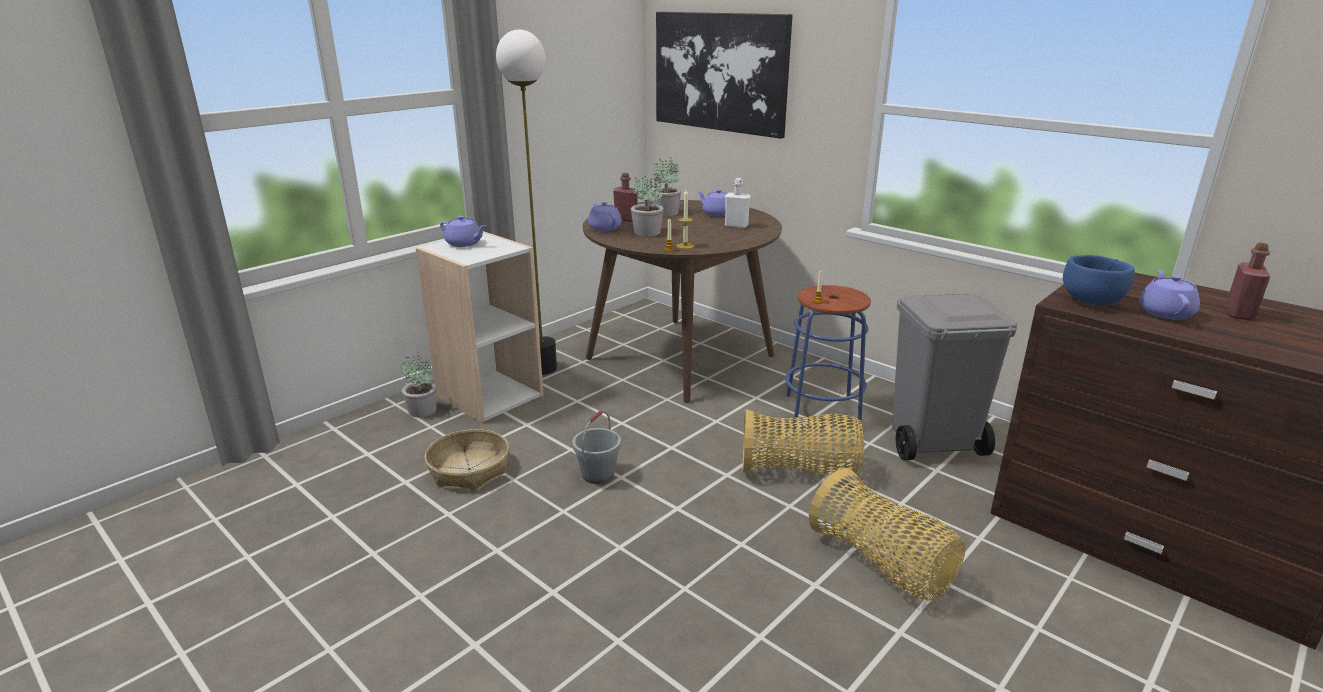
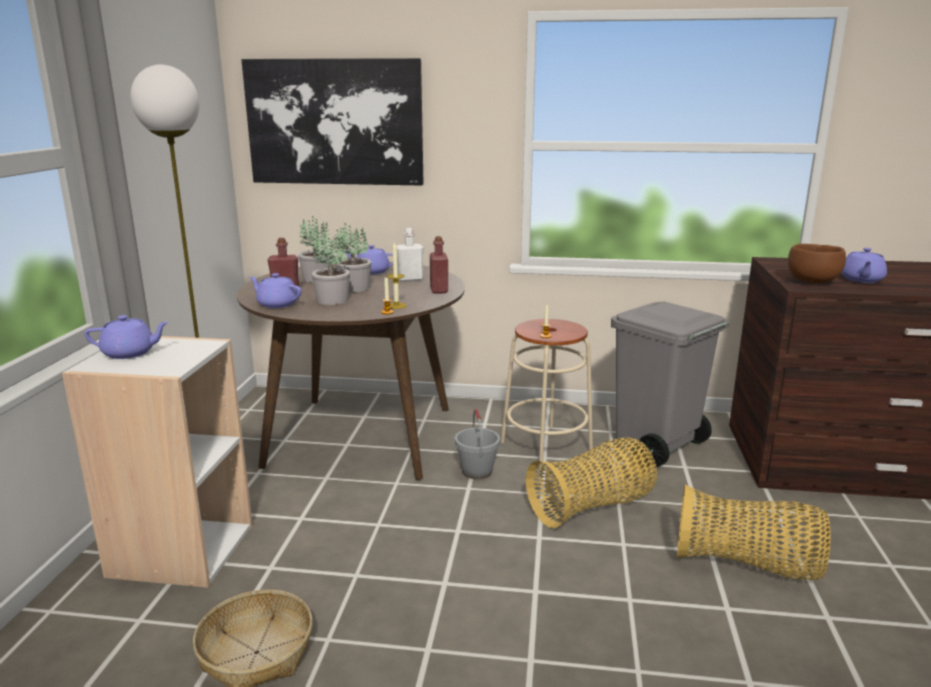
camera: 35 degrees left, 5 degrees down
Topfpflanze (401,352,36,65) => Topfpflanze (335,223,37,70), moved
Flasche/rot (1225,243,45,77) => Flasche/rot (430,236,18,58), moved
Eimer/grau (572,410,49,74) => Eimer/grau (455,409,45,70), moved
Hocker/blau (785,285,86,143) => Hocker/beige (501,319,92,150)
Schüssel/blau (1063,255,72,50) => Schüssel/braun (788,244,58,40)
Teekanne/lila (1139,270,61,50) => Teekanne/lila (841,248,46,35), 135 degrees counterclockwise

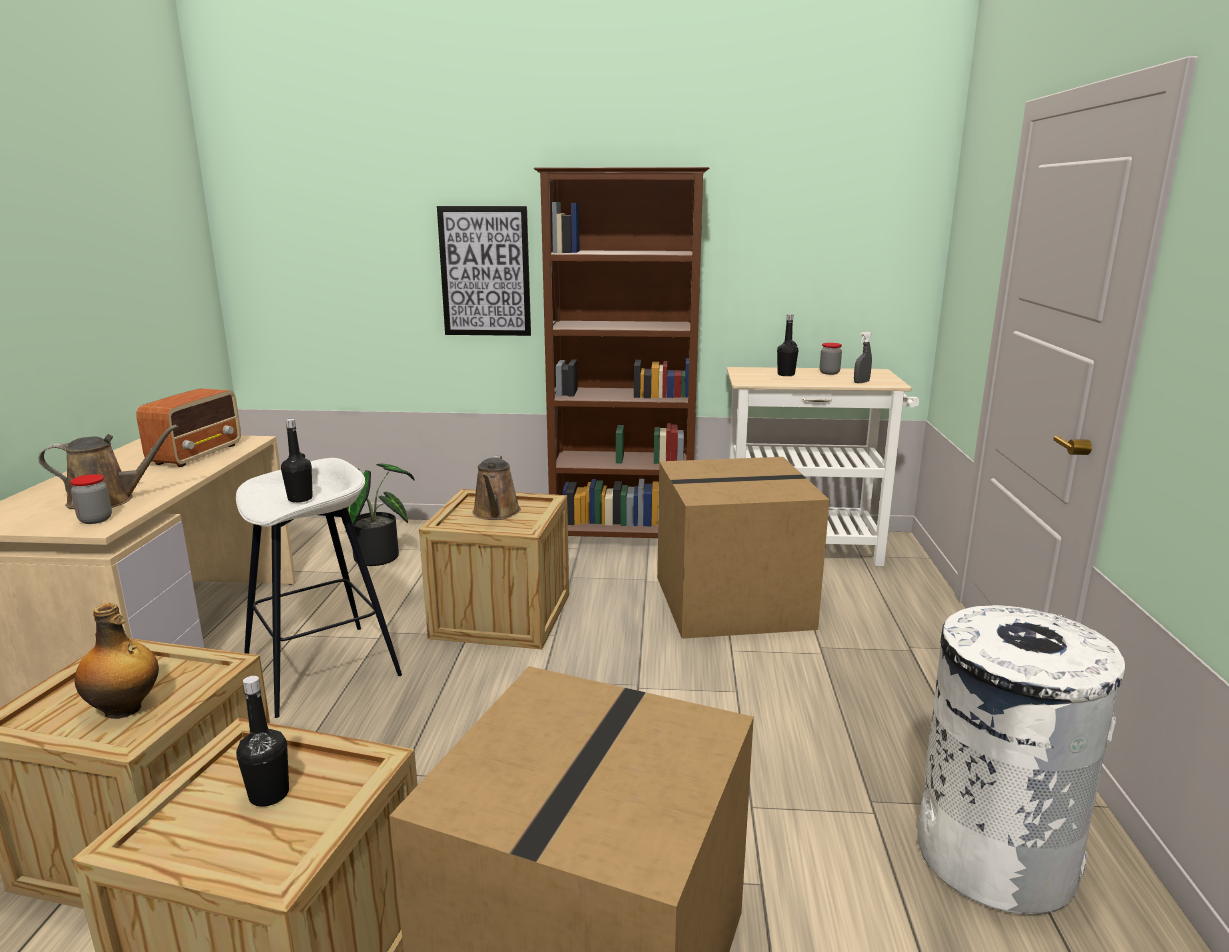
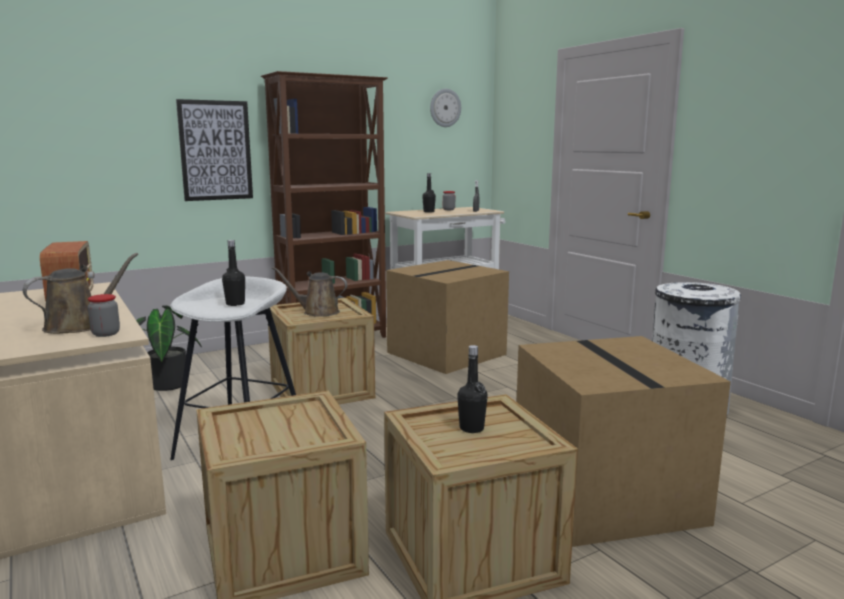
camera: 35 degrees left, 5 degrees down
Gießkanne/braun (473,456,48,64) => Gießkanne/braun (272,267,75,50), 135 degrees clockwise
nothing => Wanduhr (430,89,31,38)
Flasche (75,603,84,116) => nothing

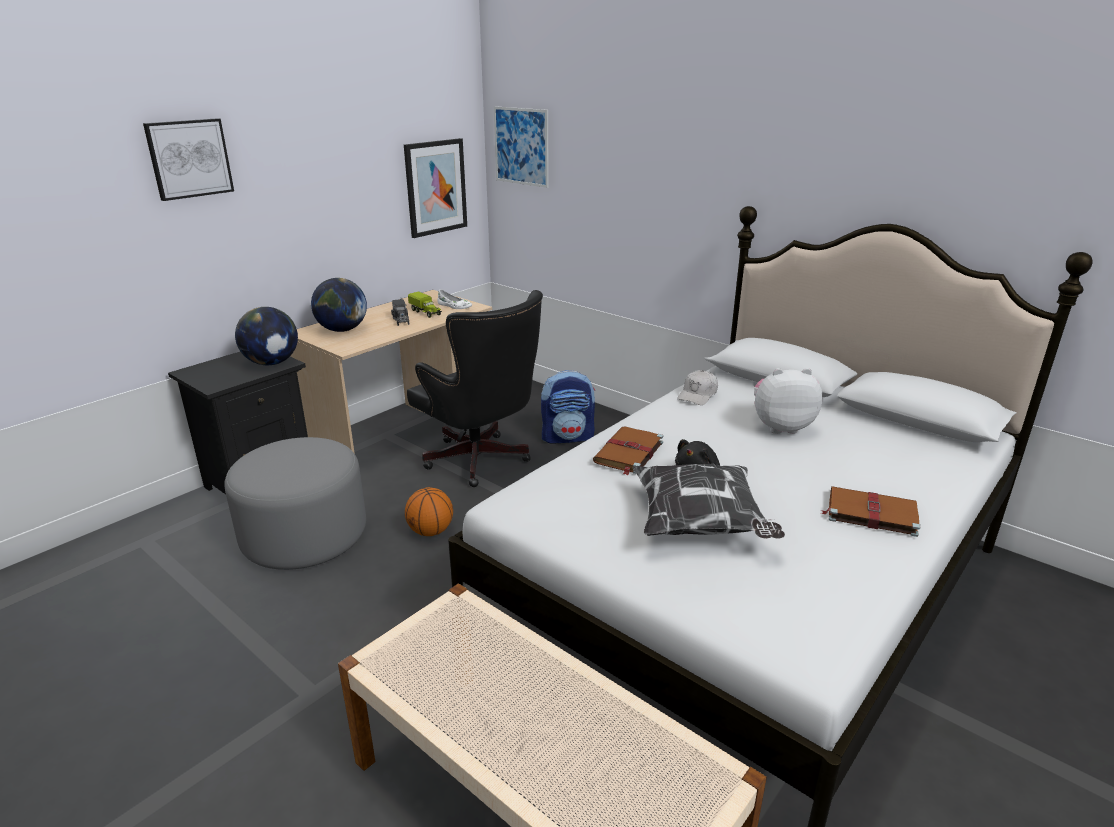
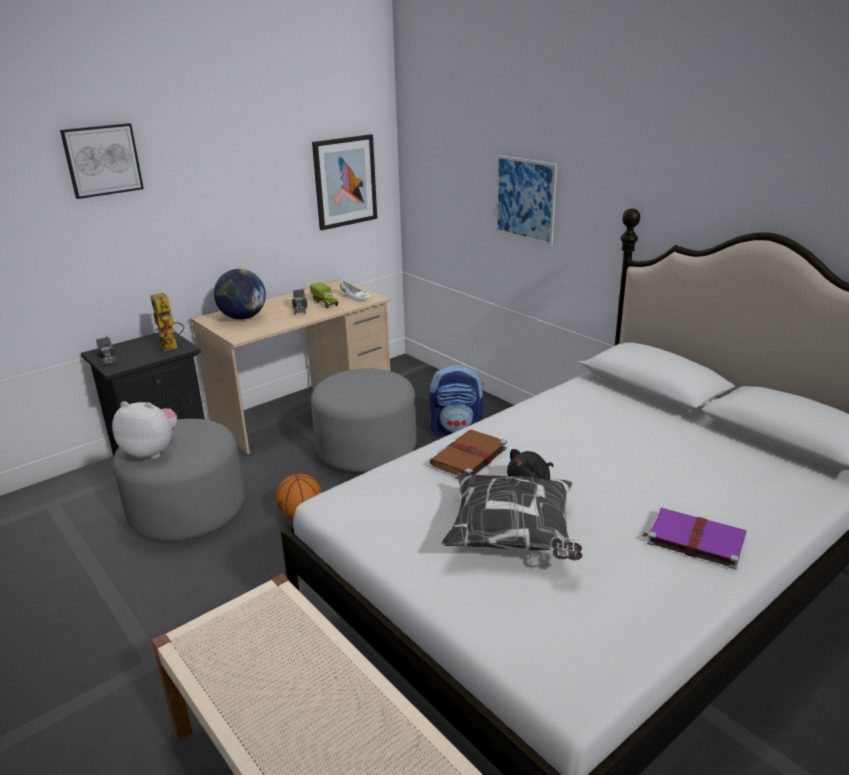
camera: 10 degrees right, 0 degrees up
nothing => Spielzeuglaster (96,335,21,33)
Plüschtier (754,368,69,66) => Plüschtier (112,401,65,58), moved
Globus (235,307,63,58) => Spielzeugroboter (151,293,33,58)
Bürostuhl/schwarz (407,290,136,197) => Polsterhocker/grau (311,368,105,104)
Bild (494,106,55,82) => Bild (495,155,62,91), moved
Buch/braun (821,486,100,51) => Buch/lila (641,508,105,61)
Kappe/weiß (677,370,41,35) => nothing

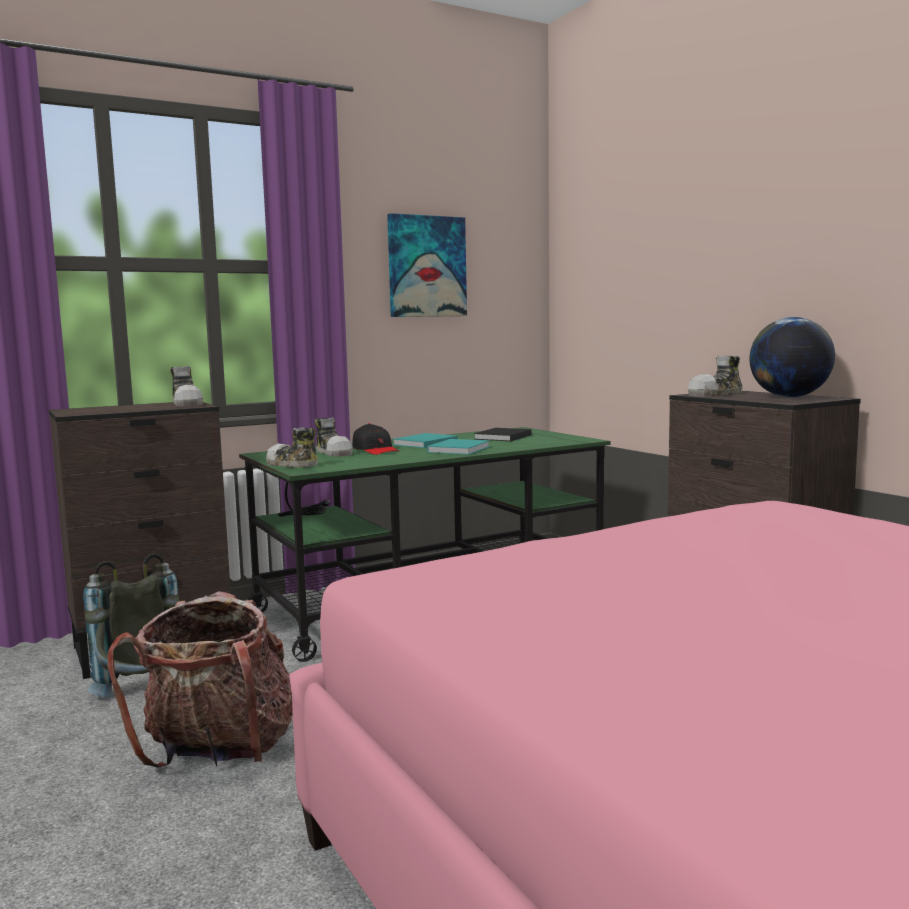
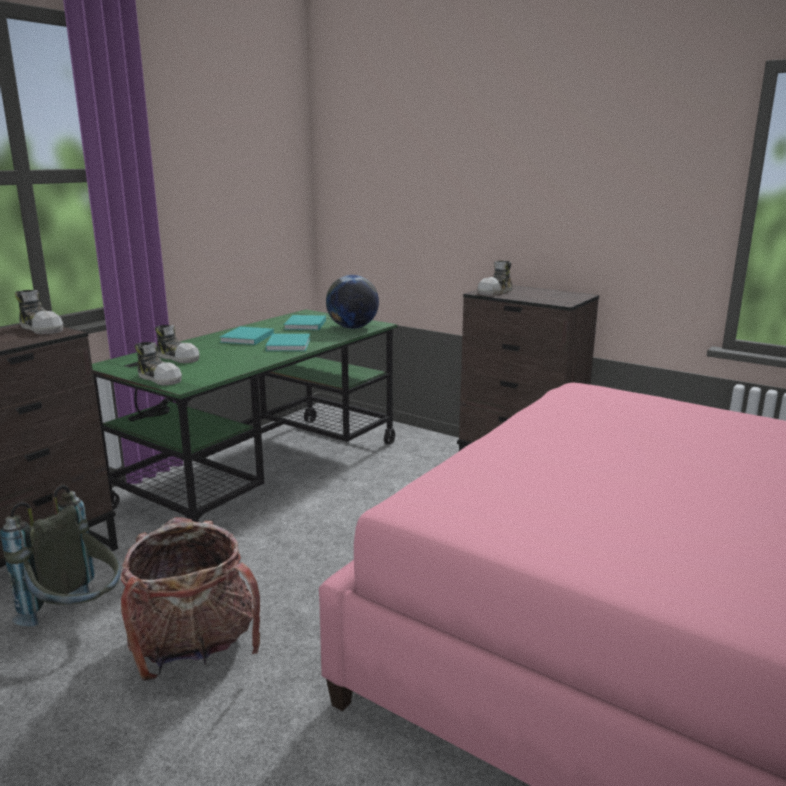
camera: 25 degrees left, 10 degrees up
Schuh (266,427,52,41) => Schuh (135,342,47,43), 150 degrees counterclockwise
Buch/schwarz (474,428,58,13) => Buch/türkis (283,315,43,15)
Globus (749,317,86,80) => Globus (326,275,53,54), moved
Kappe/schwarz (353,423,46,32) => nothing
Bild (387,213,80,104) => nothing

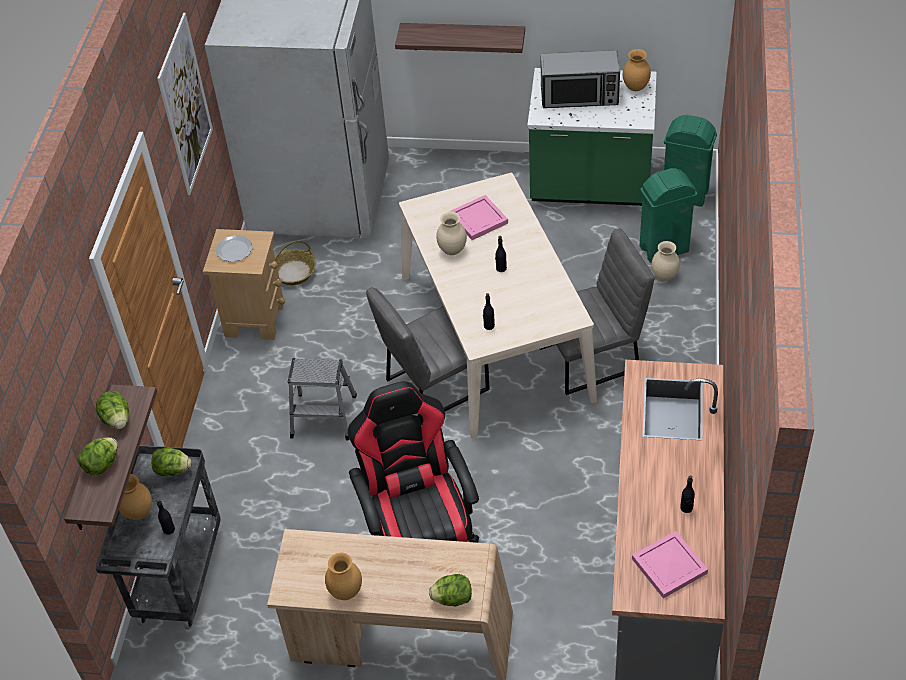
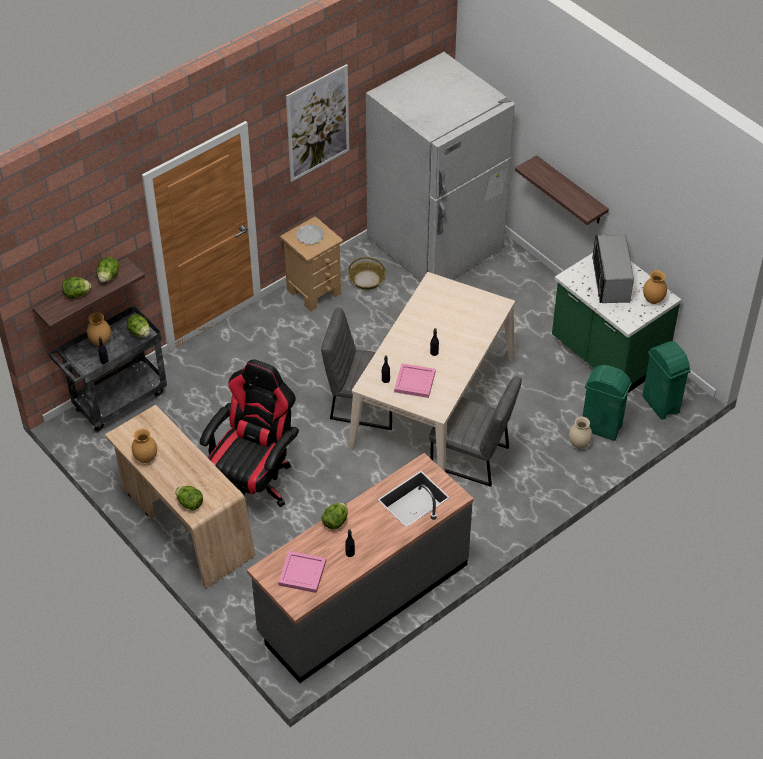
camera: 40 degrees right, 0 degrees up
nothing => Salatkopf (321,503,27,26)
Tablett/rosa (449,195,59,45) => Tablett/rosa (394,363,42,35), moved
Mikrowelle (540,50,80,58) => Mikrowelle (592,234,42,69), 45 degrees clockwise
Trittleiter/grau (288,358,69,82) => nothing
Vase/beige (436,212,31,43) => nothing

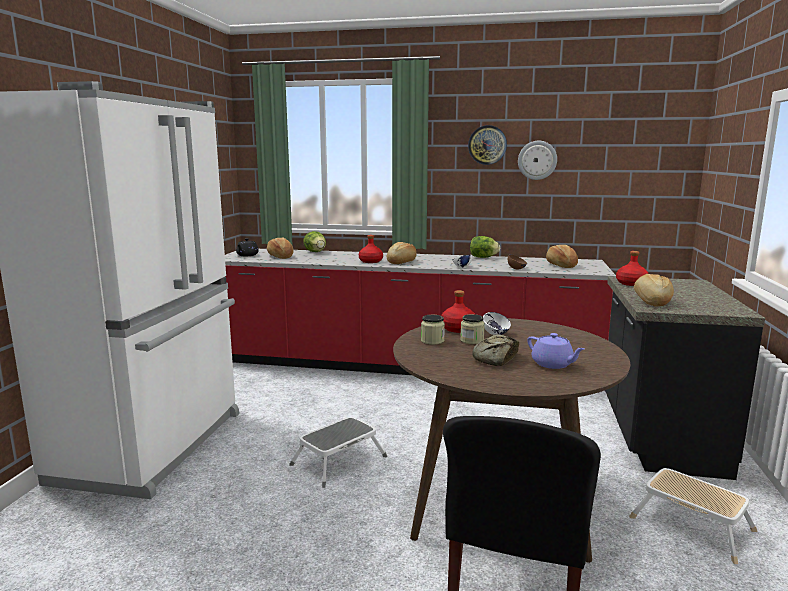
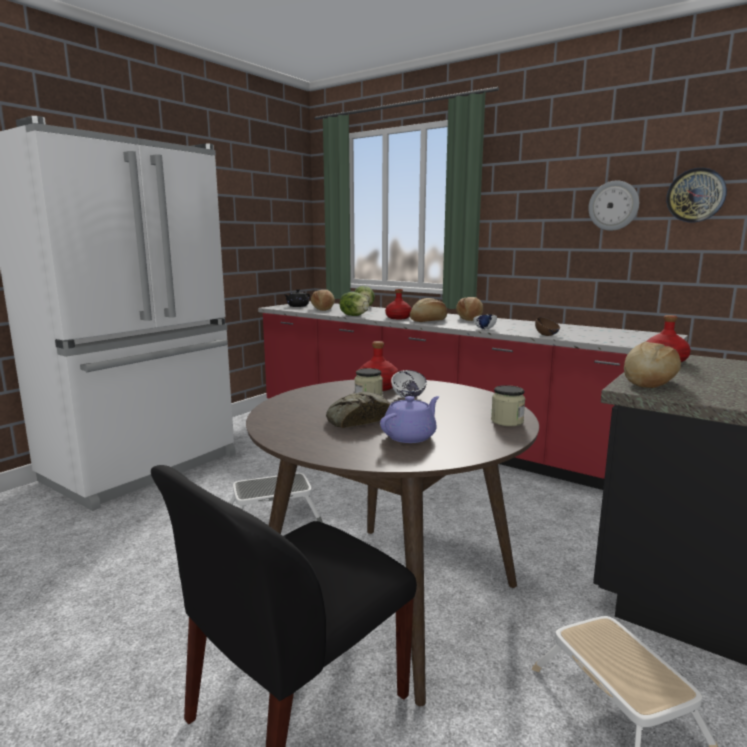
camera: 25 degrees right, 0 degrees up
Salatkopf (470,236,30,22) => Salatkopf (339,292,30,24), moved
Teekanne/lila (527,333,57,36) => Teekanne/lila (380,396,59,47), 120 degrees counterclockwise
Brot (546,245,32,23) => Brot (456,297,27,24), moved
Vorratsglas (421,315,24,30) => Vorratsglas (491,385,34,41), moved
Wanduhr (468,125,39,40) => Wanduhr (666,168,61,55), moved

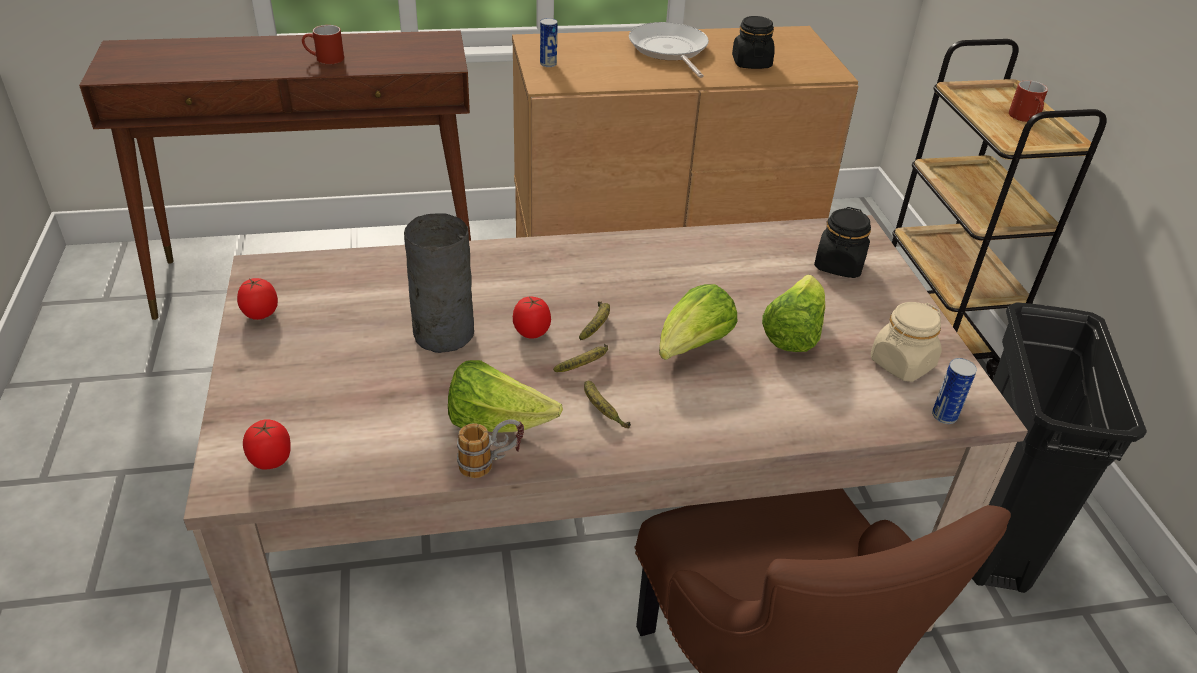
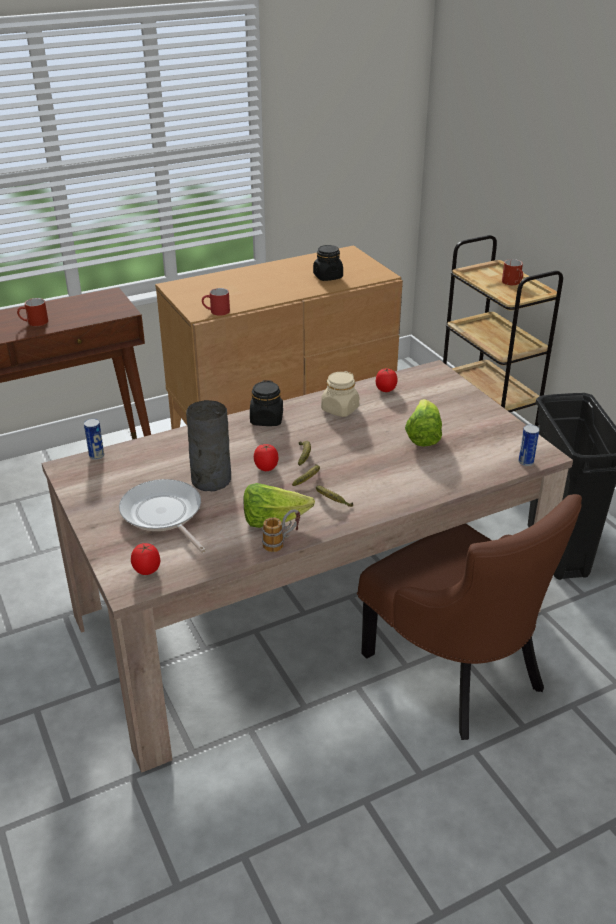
camera: 15 degrees left, 5 degrees down
Dose (540,18,17,49) => Dose (84,419,20,41), moved
Pfanne (629,22,80,56) => Pfanne (119,479,87,74), moved
nothing => Henkelbecher/rot (202,288,28,28)
Vorratsglas/schwarz (814,207,57,71) => Vorratsglas/schwarz (250,380,33,46), moved
Vorratsglas/beige (871,302,71,80) => Vorratsglas/beige (321,371,38,46), moved
Tomate (237,278,41,42) => Tomate (376,369,22,23), moved
Salatkopf (659,284,79,76) => nothing

